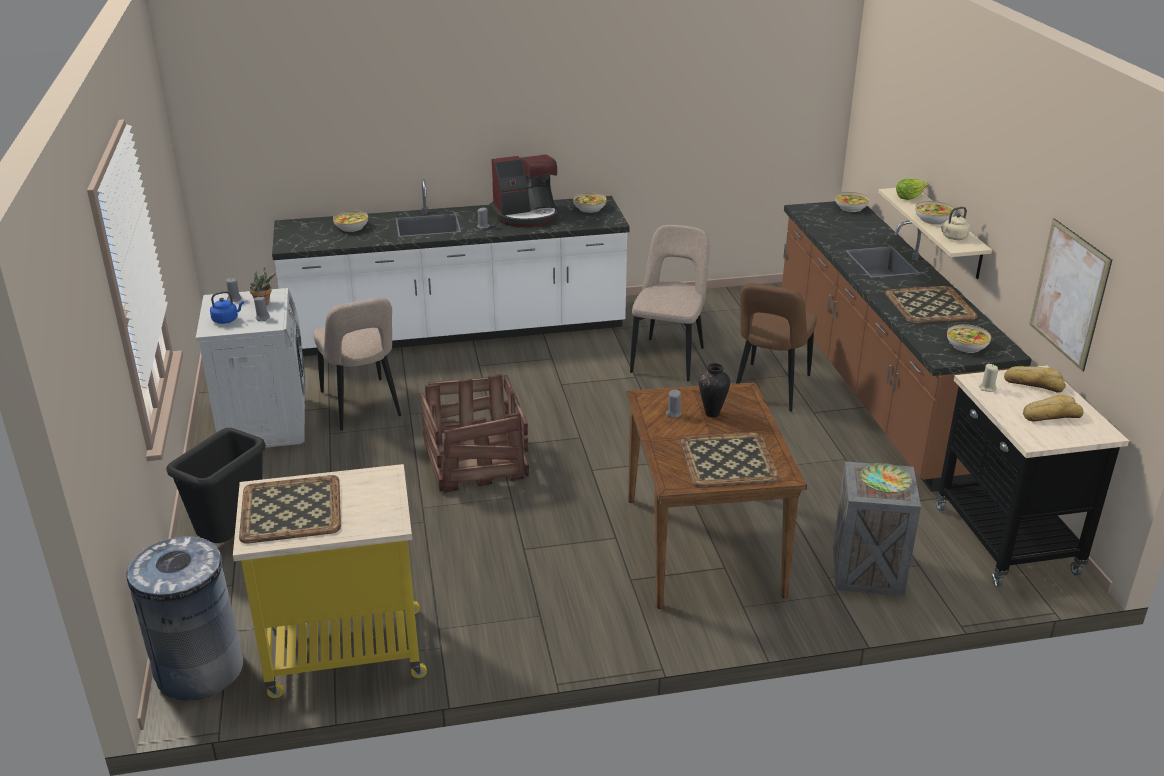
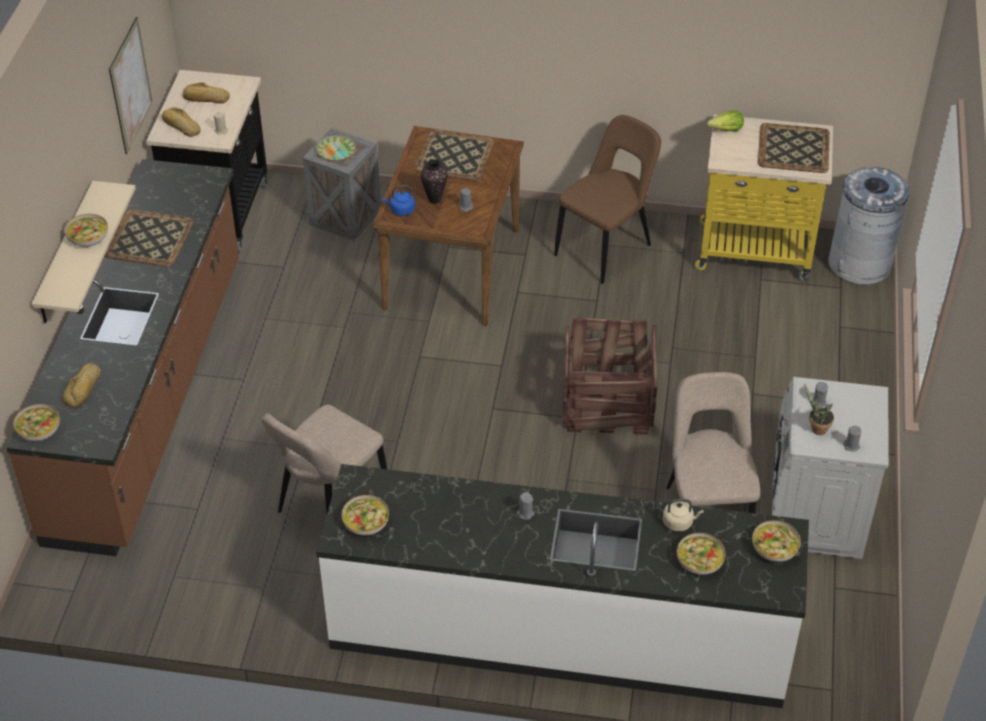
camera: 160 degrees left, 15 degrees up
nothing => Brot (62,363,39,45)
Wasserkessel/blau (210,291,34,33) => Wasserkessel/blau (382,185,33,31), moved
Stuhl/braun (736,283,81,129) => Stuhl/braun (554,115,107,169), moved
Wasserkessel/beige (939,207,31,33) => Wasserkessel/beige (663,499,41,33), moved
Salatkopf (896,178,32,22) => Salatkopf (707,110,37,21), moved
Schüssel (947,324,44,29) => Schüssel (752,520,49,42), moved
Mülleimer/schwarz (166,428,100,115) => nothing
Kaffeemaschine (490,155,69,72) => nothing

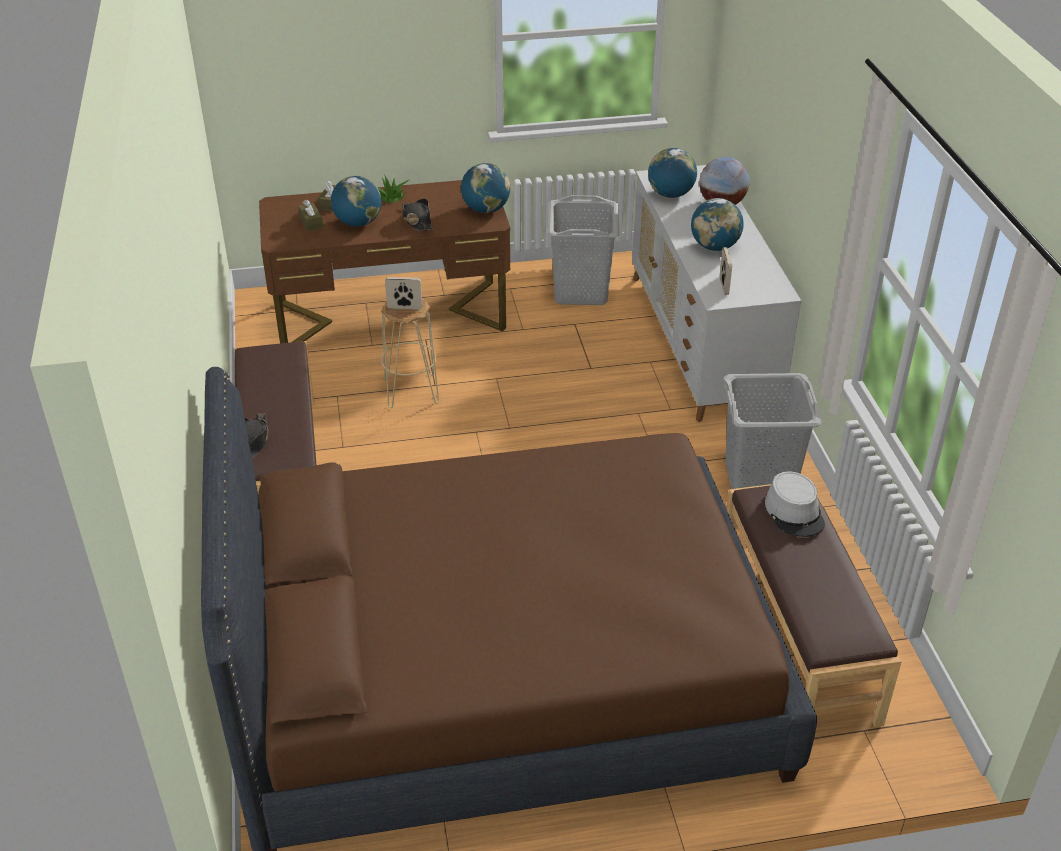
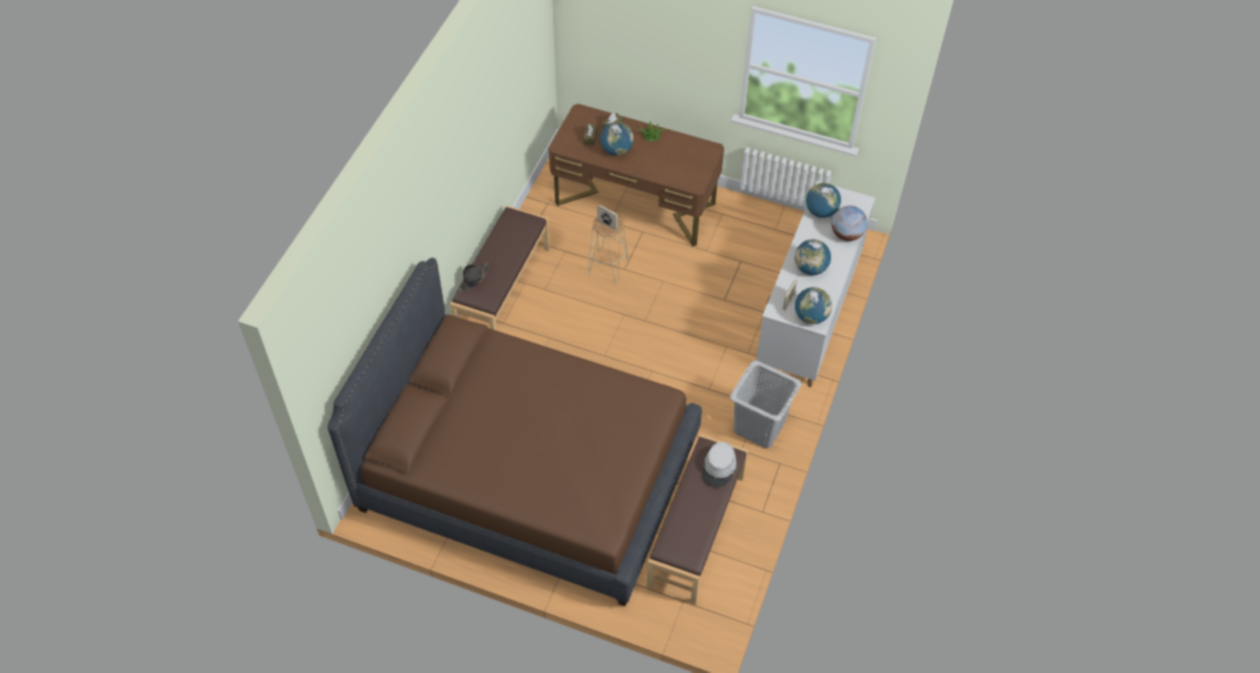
camera: 30 degrees right, 15 degrees up
Globus (461,163,49,50) => Globus (795,287,37,37), moved
Hut/schwarz (402,198,32,33) => nothing
Wäschekorb/grau (547,195,73,110) => nothing

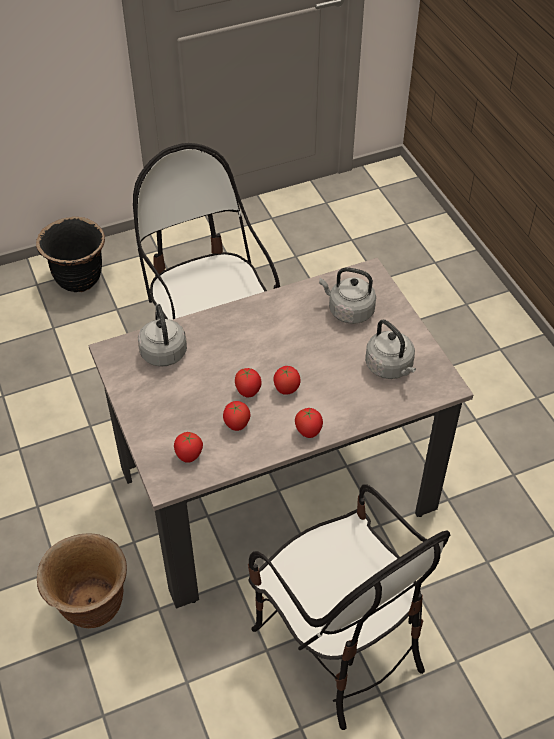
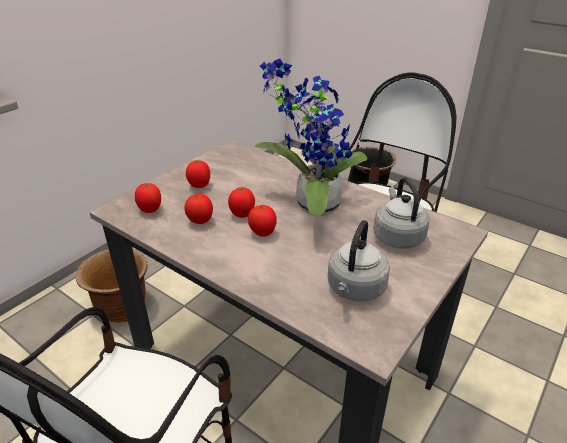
camera: 60 degrees right, 15 degrees down
Tomate (295,408,28,30) => Tomate (186,160,24,28), moved
nothing => Topfpflanze (255,59,113,157)
Wasserkessel/grau (138,304,49,63) => nothing

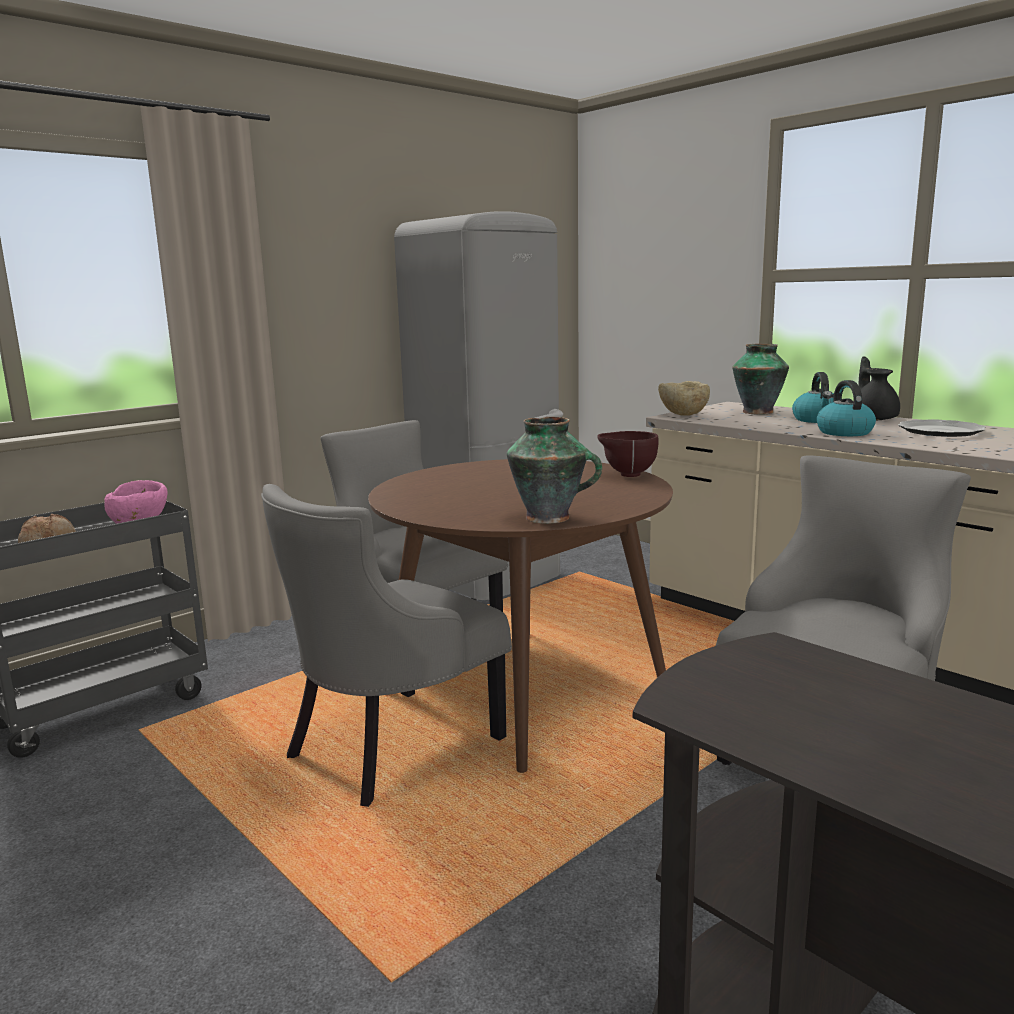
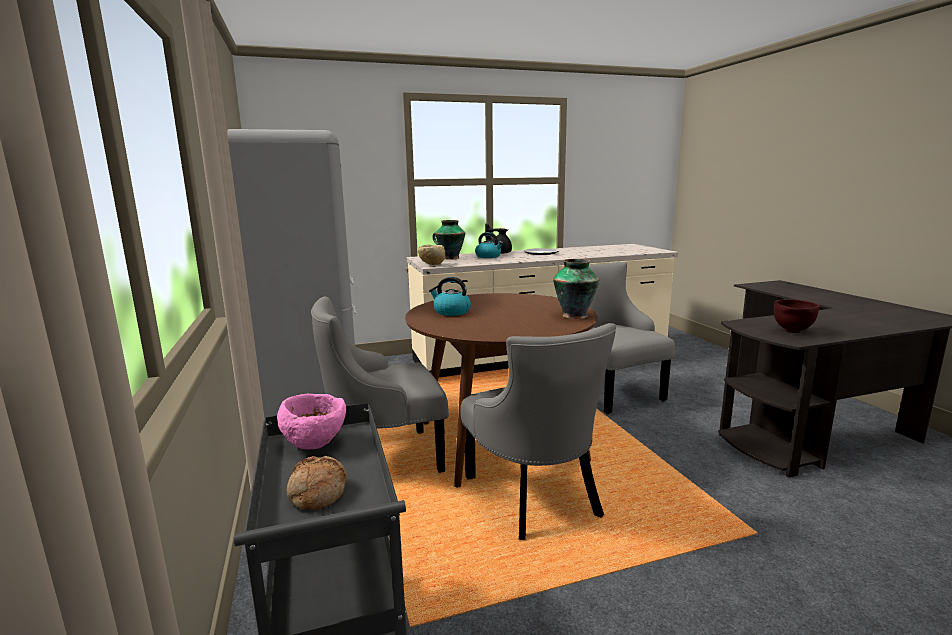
camera: 65 degrees left, 0 degrees up
Wasserkessel (817,380,59,56) => Wasserkessel (429,277,42,39), moved
Schüssel/braun (597,431,62,46) => Schüssel/braun (774,299,45,34), moved

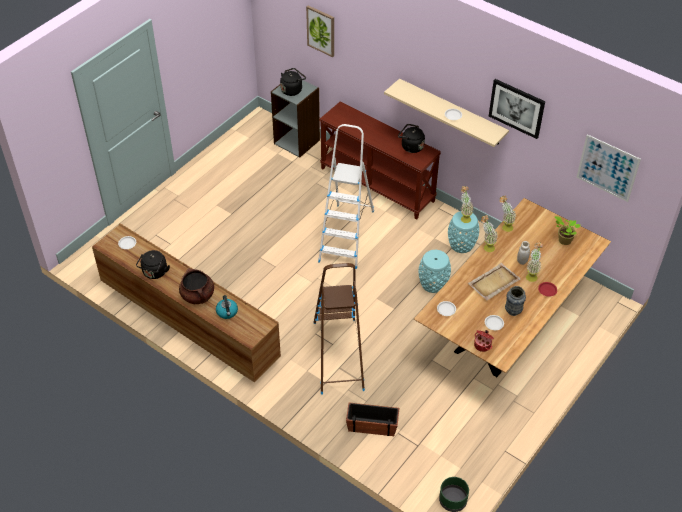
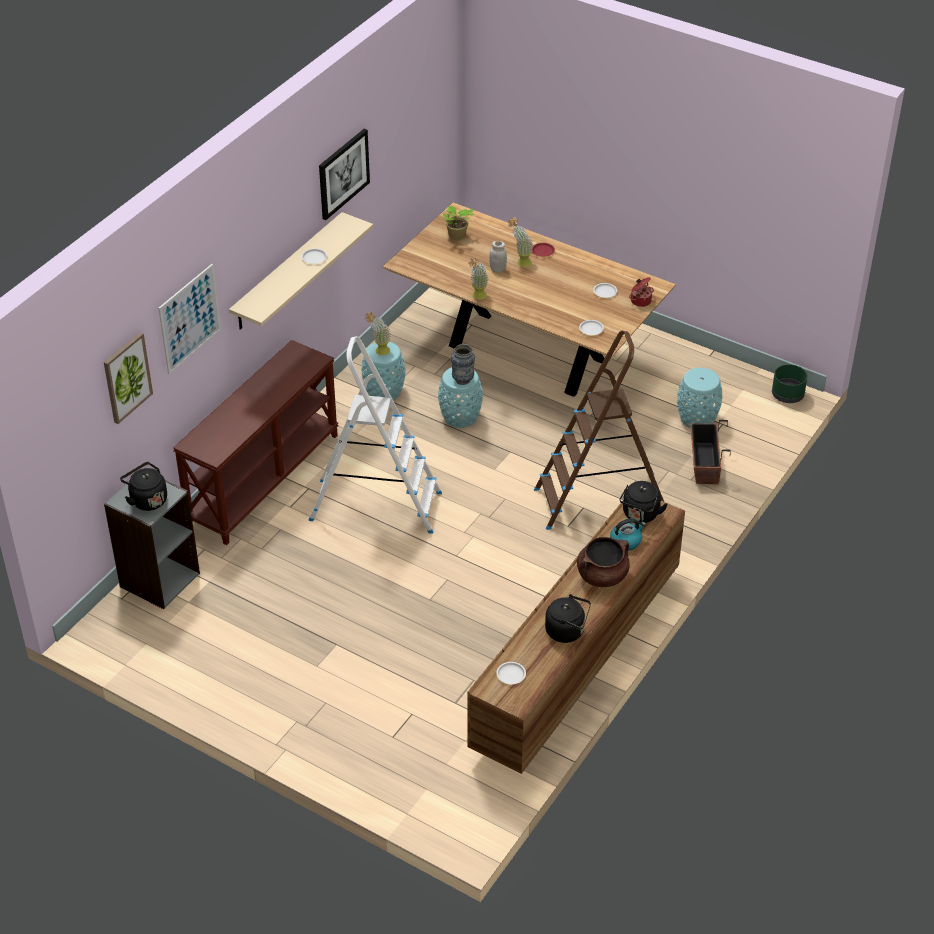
camera: 95 degrees left, 5 degrees down
Bild (576,134,65,68) => Bild (158,264,63,110), moved
Vase (505,286,21,30) => Vase (451,344,24,41), moved
Wasserkessel/schwarz (398,124,27,29) => Wasserkessel/schwarz (619,481,49,42), moved
nothing => Hocker/türkis (677,368,45,60)
Tablett/beige (468,263,52,37) => nothing
Topfpflanze (499,196,17,36) => nothing

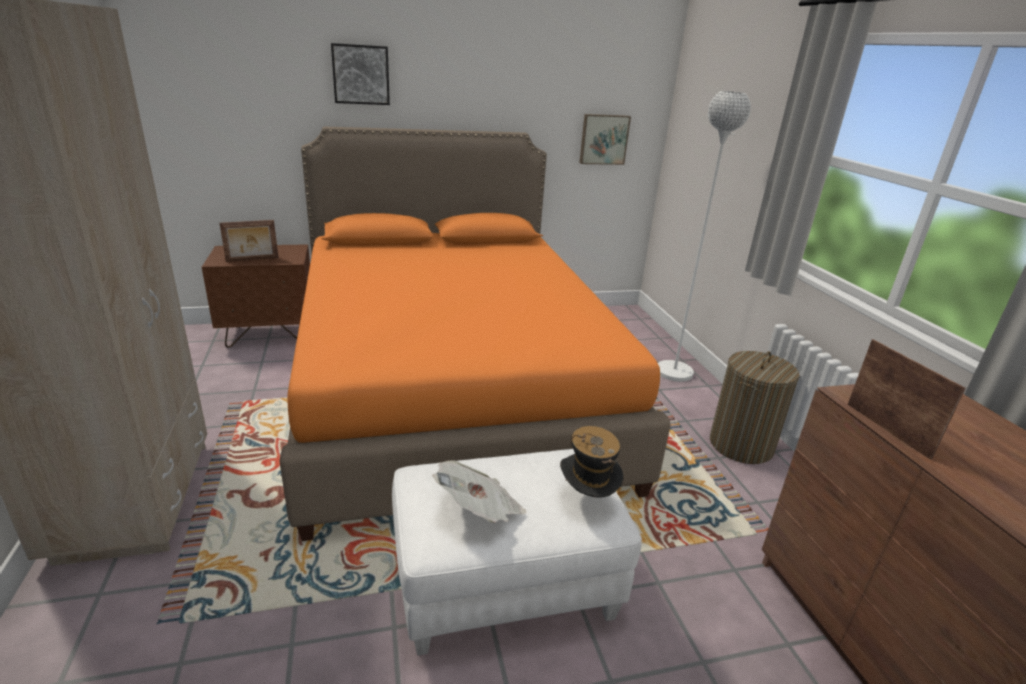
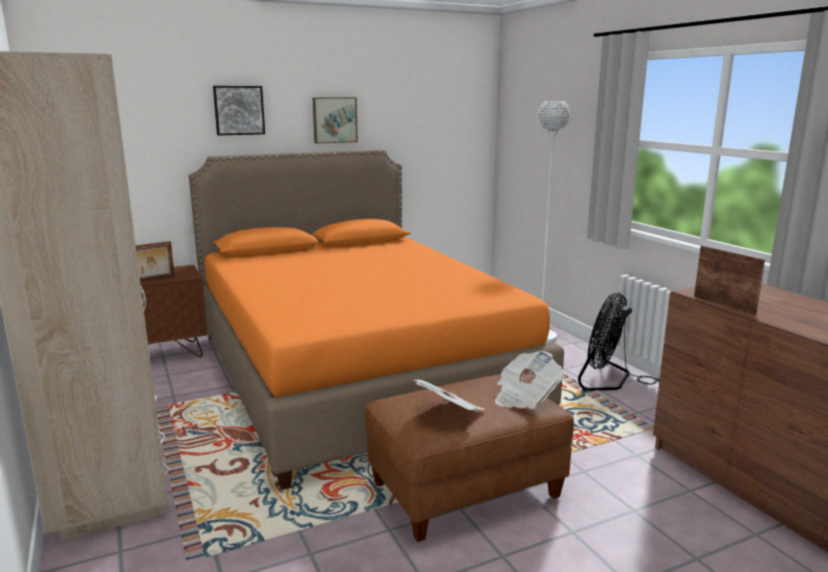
camera: 10 degrees left, 10 degrees down
Bild (579,114,52,51) => Bild (312,97,46,47), moved
Polsterhocker/weiß (392,449,250,207) => Polsterhocker/braun (365,374,209,168)
Hut (560,426,63,71) => Zeitung (495,351,68,58)
Wäschekorb (710,351,90,113) => Ventilator/schwarz (578,293,82,99)

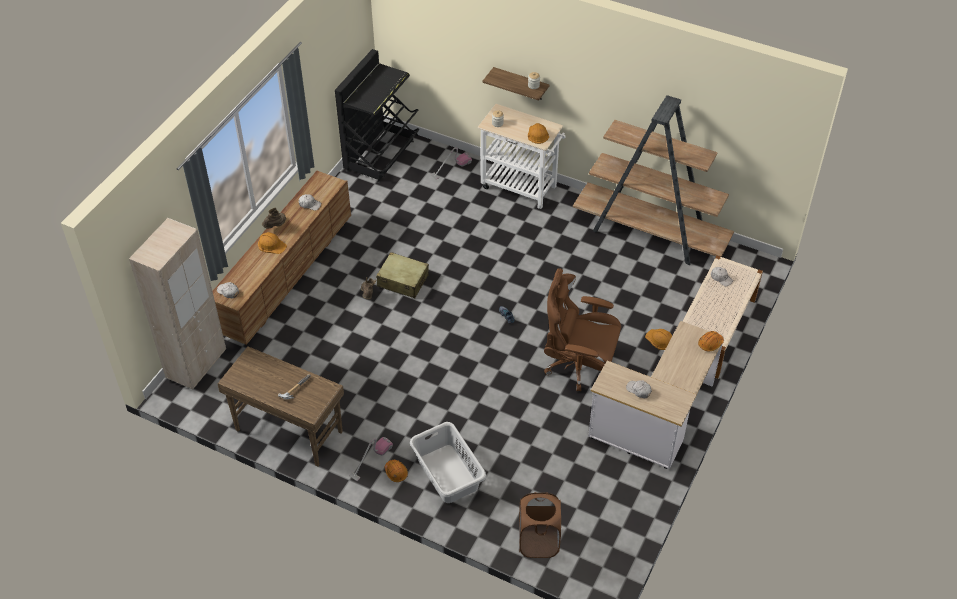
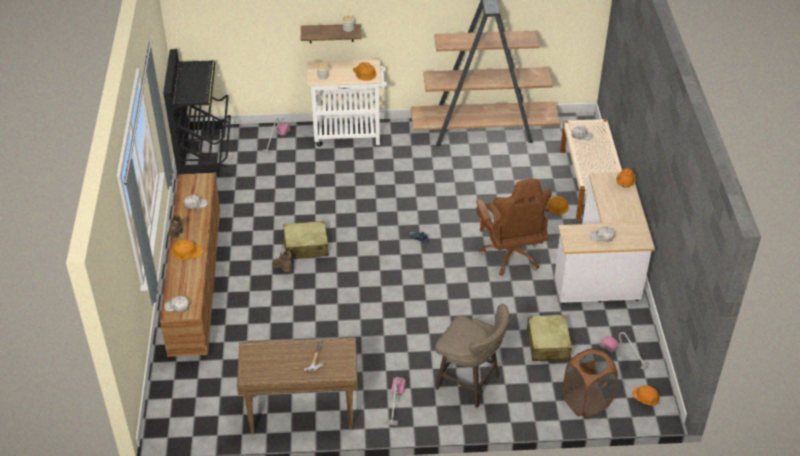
camera: 30 degrees left, 5 degrees down
Wäschekorb/grau (410,422,77,81) => Hocker/beige (435,304,74,104)
Bürostuhl/braun (544,268,77,123) => Bürostuhl/braun (476,179,76,97), 90 degrees counterclockwise
nothing => Koffer/beige (527,314,45,47)
nothing => Staubsauger (599,332,51,39)
Schutzhelm/orange (385,460,23,22) => Schutzhelm/orange (632,385,28,21), moved
Schrank/beige (129,218,97,171) => nothing

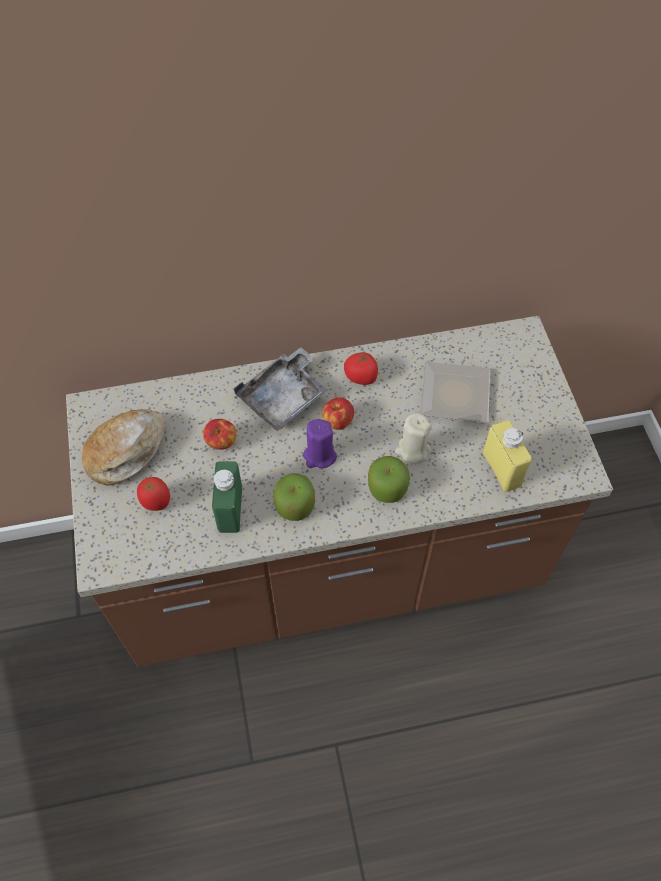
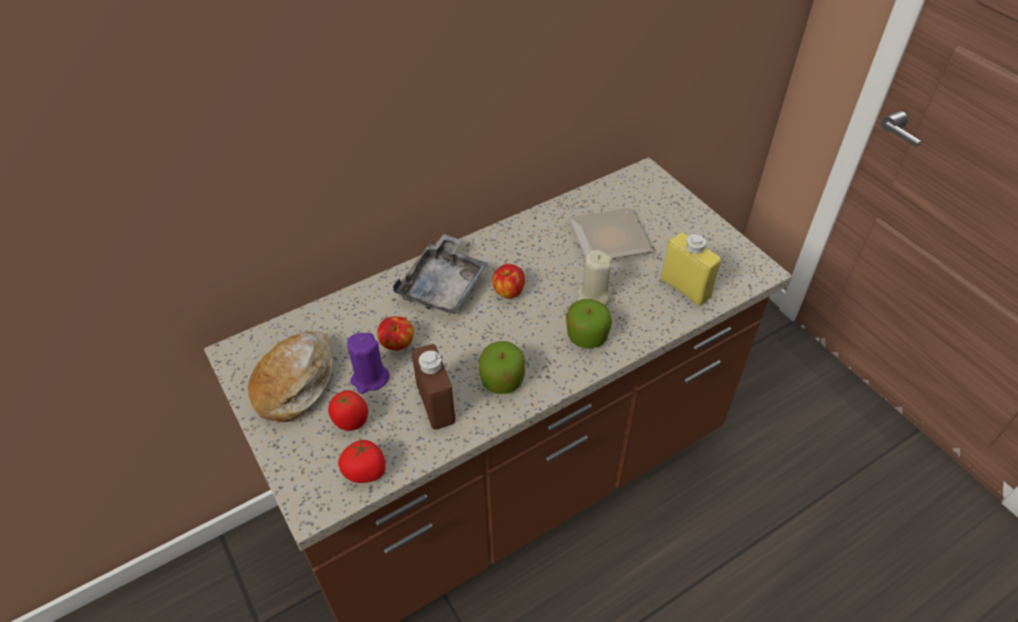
camera: 20 degrees left, 10 degrees down
Tomate (344,352,34,33) => Tomate (338,438,47,45), moved
Kerze/lila (303,419,34,49) => Kerze/lila (347,333,42,61), moved
Flasche/grün (212,461,30,72) => Flasche/braun (412,344,43,86)

